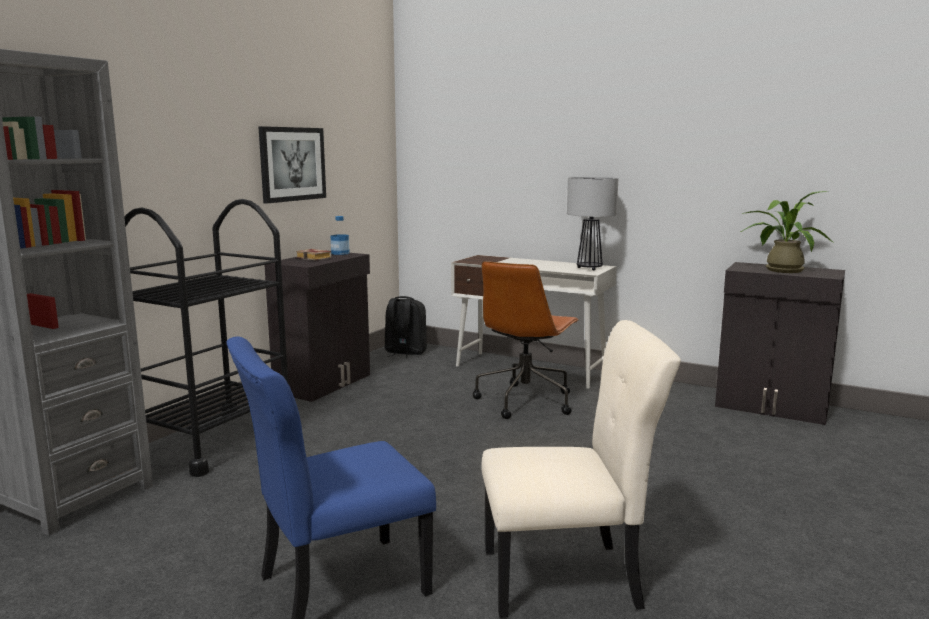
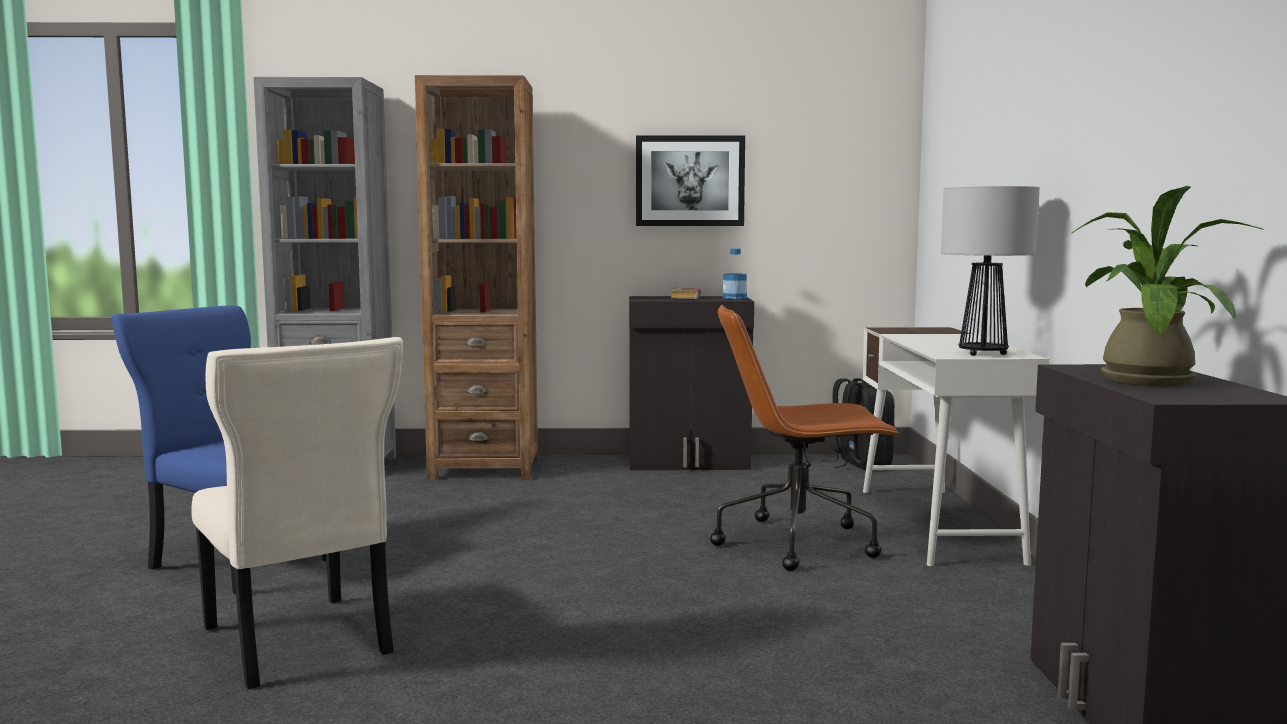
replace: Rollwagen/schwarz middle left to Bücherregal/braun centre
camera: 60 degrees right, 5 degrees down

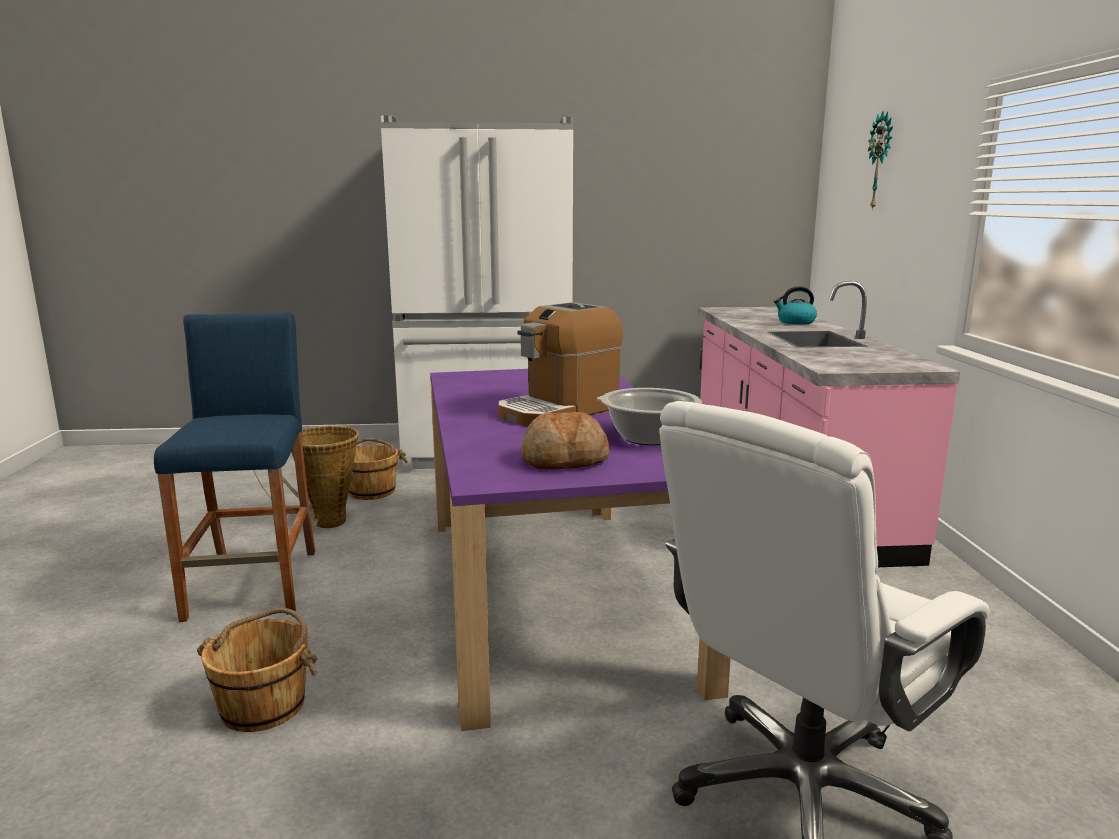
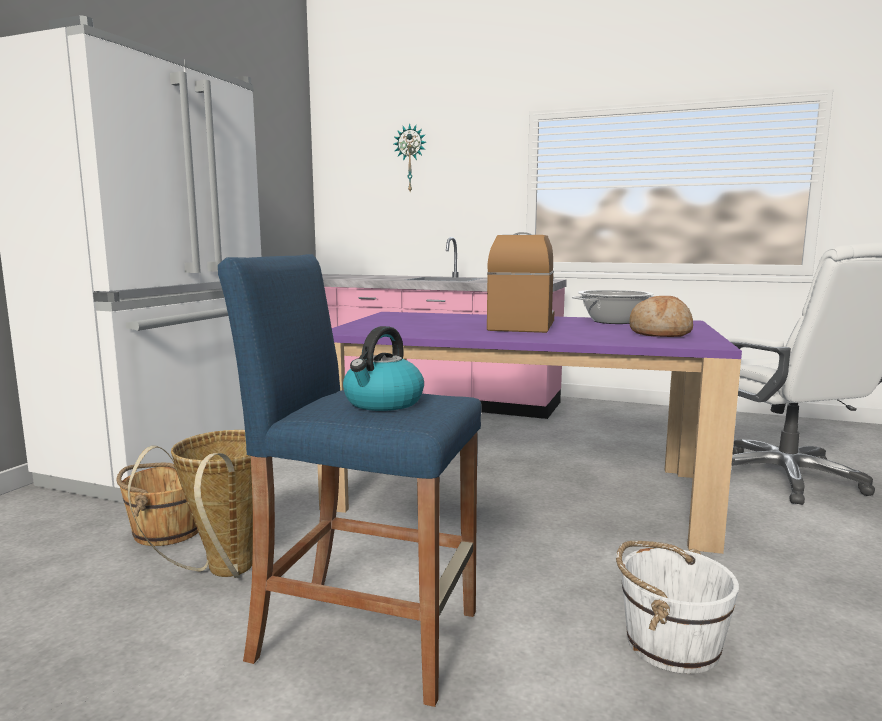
move: Wasserkessel middle right to centre
recolor: Eimer/braun (1st from left) bottom left to Eimer/weiß bottom right
rotate: Kaffeemaschine centre = centre 150 degrees counterclockwise
camera: 65 degrees left, 5 degrees down

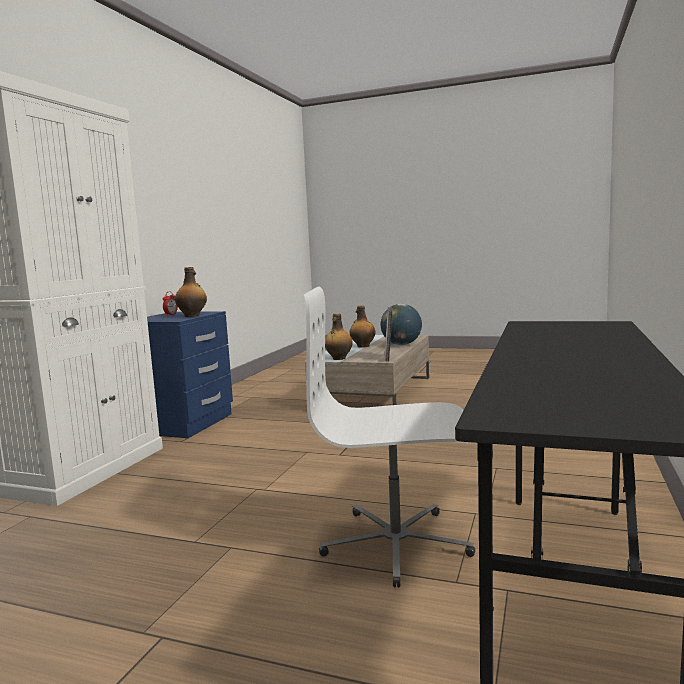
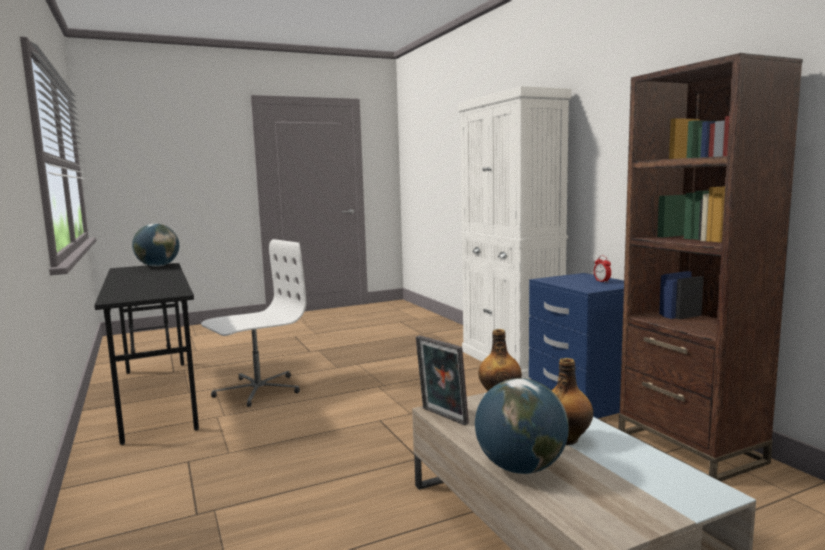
delete: Flasche (1st from left) middle left
insert: Globus (1st from left) middle left; Bücherregal/braun middle right
camera: 135 degrees right, 0 degrees up

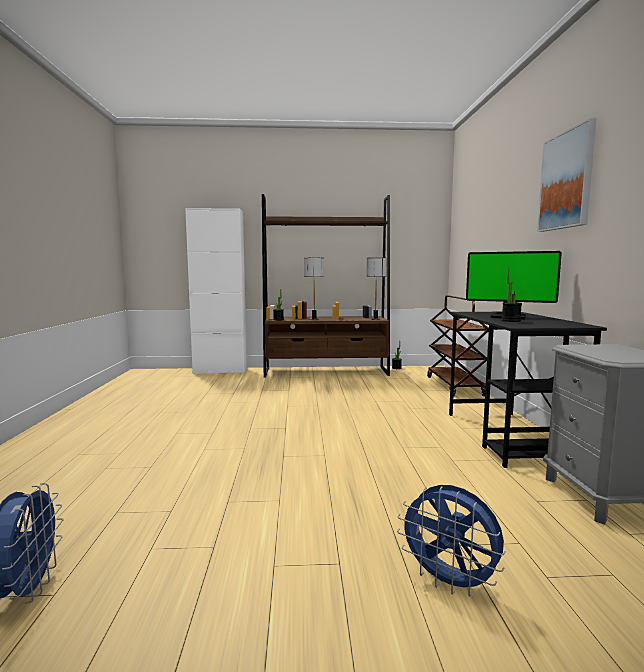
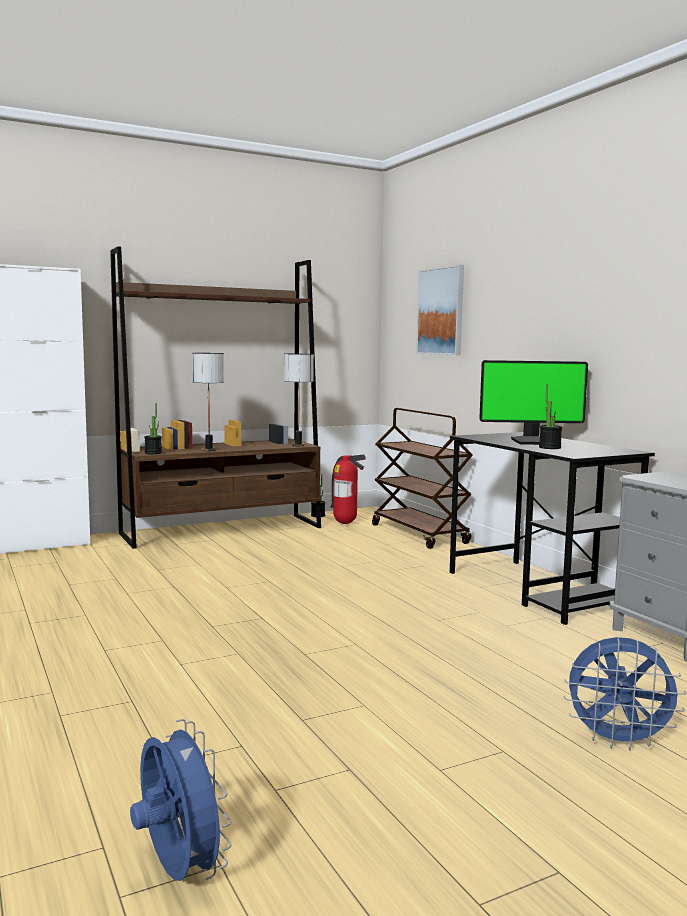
insert: Feuerlöscher centre
move: Bild top right to centre
camera: 25 degrees left, 0 degrees up

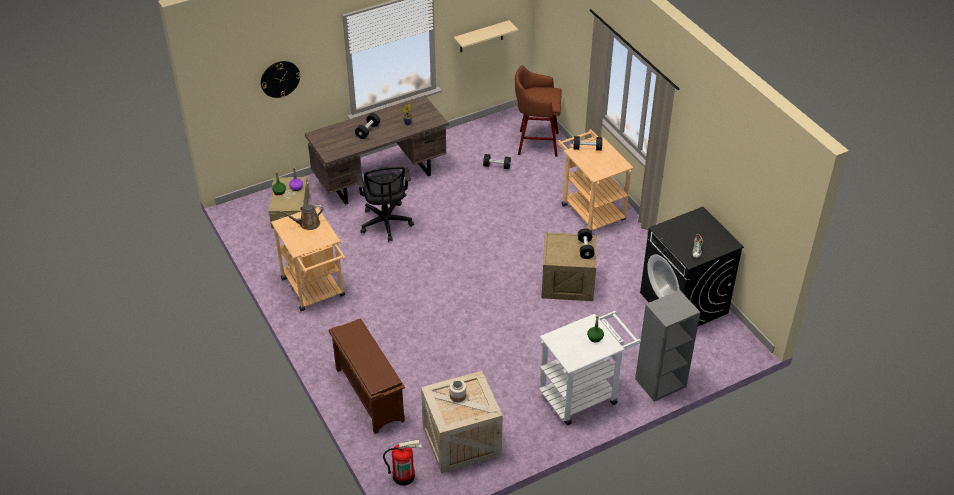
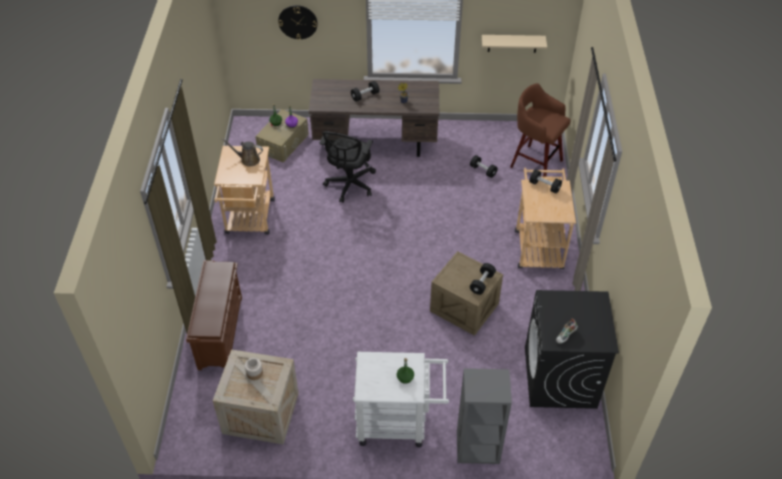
delete: Feuerlöscher bottom centre
camera: 30 degrees right, 5 degrees up

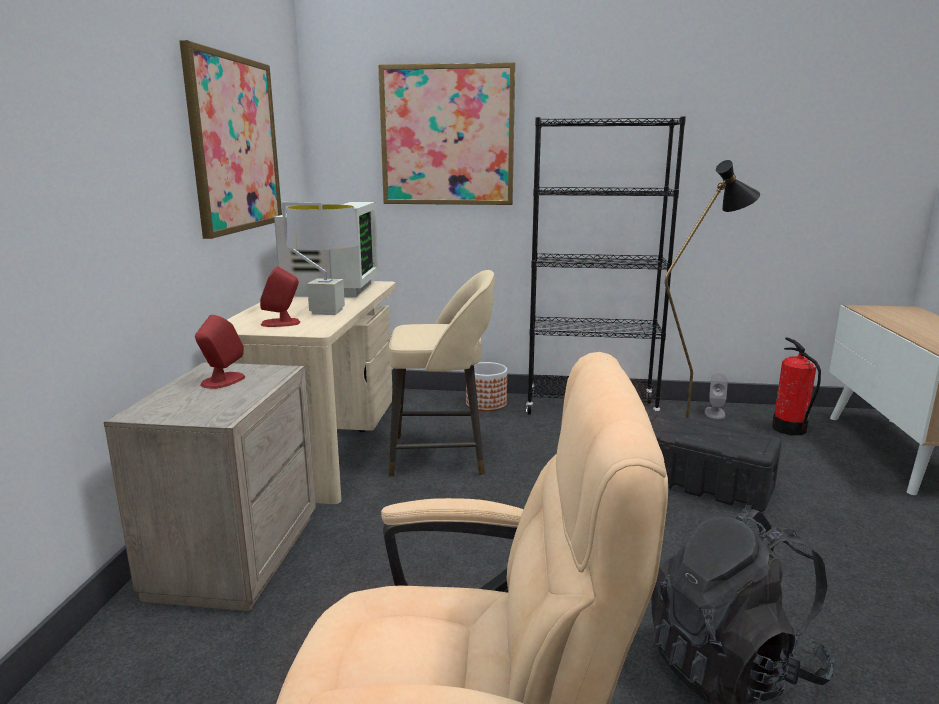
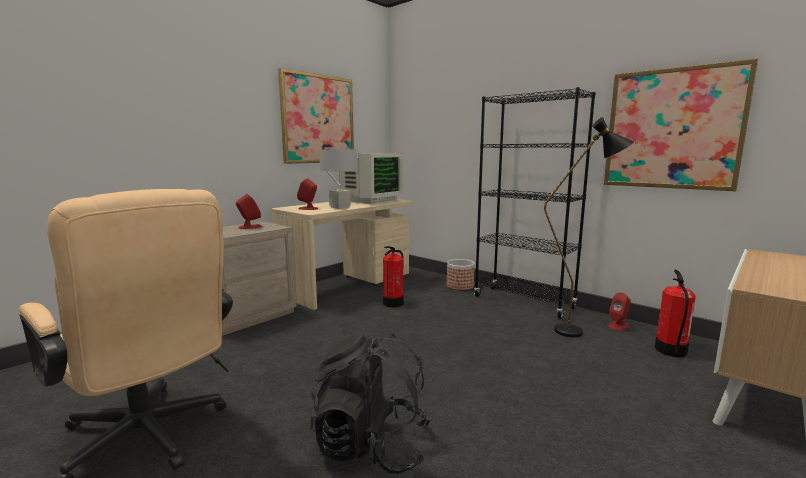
delete: Aufbewahrungsbox/schwarz middle right
move: Bild (2nd from left) top centre to top right
replace: Hocker/beige centre to Feuerlöscher (1st from left) centre
recolor: Lautsprecher/grau middle right to Lautsprecher/rot (3rd from left) middle right
camera: 35 degrees right, 5 degrees down

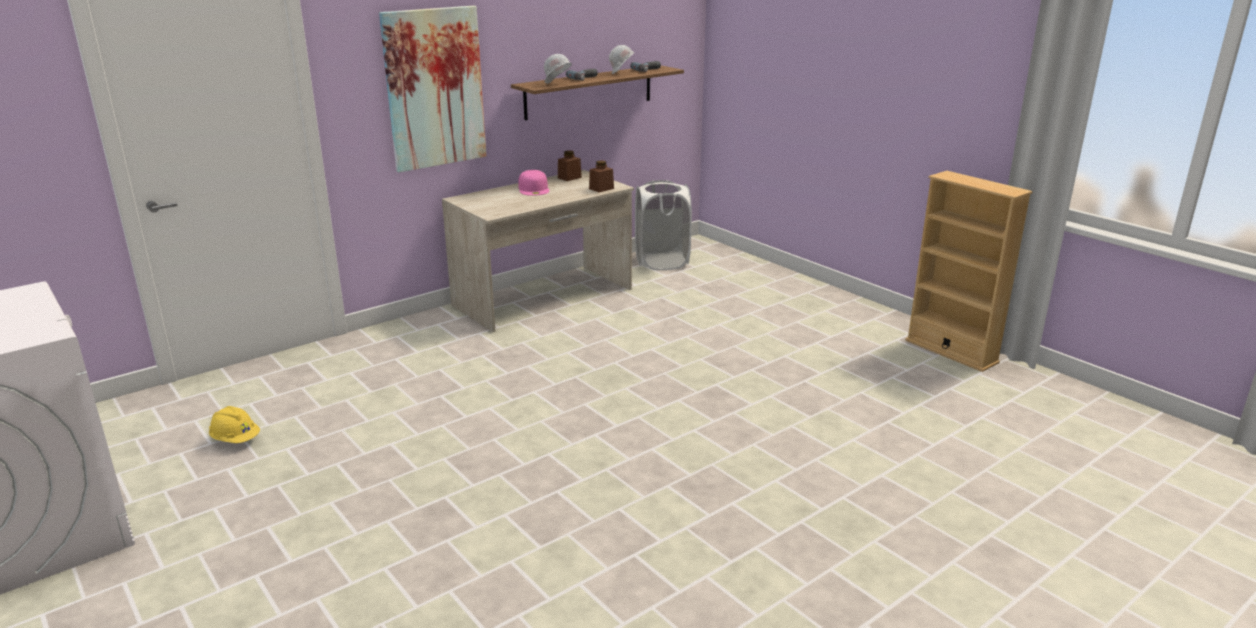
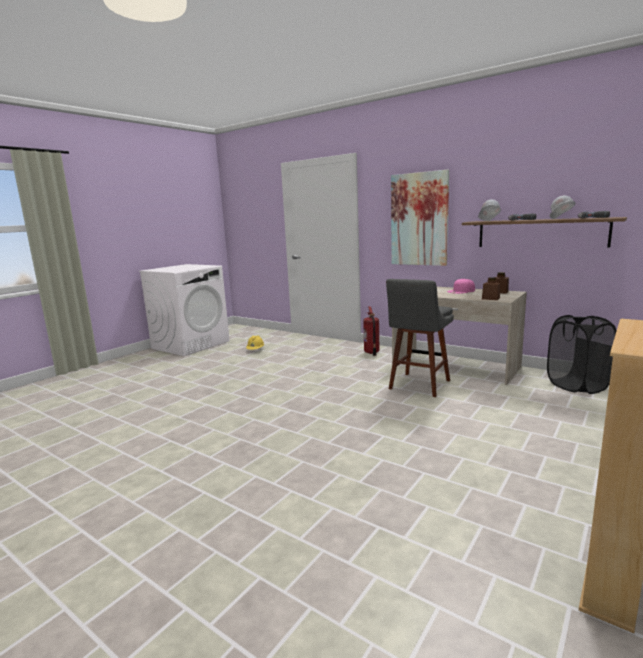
insert: Feuerlöscher centre; Hocker/grau centre
recolor: Wäschekorb/weiß centre to Wäschekorb/schwarz middle right
camera: 75 degrees right, 10 degrees down

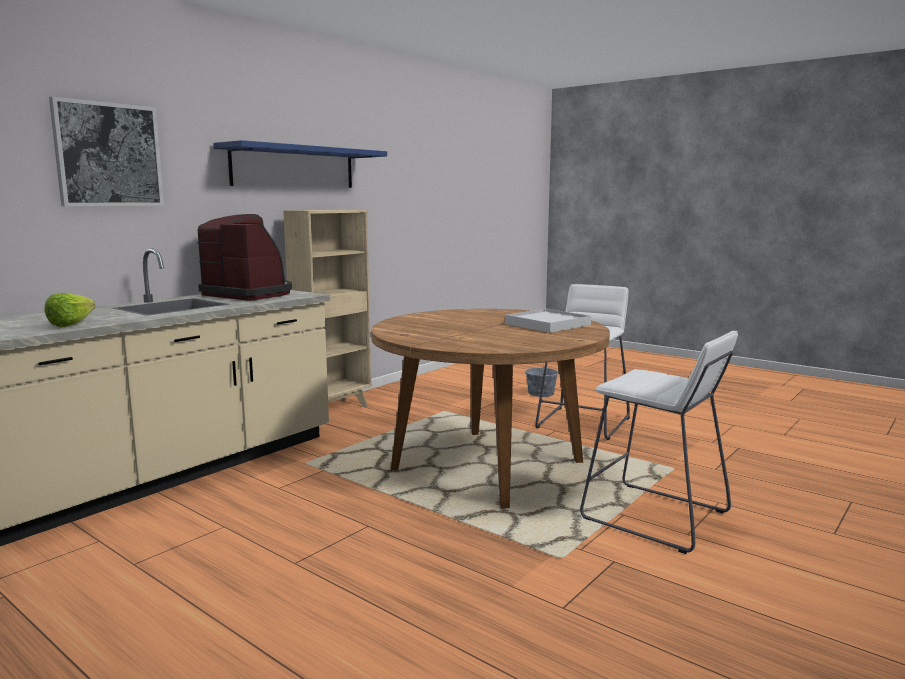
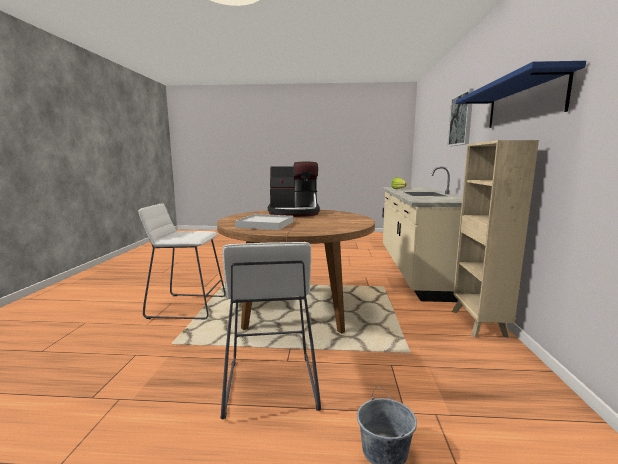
move: Kaffeemaschine middle left to centre
camera: 145 degrees right, 0 degrees up

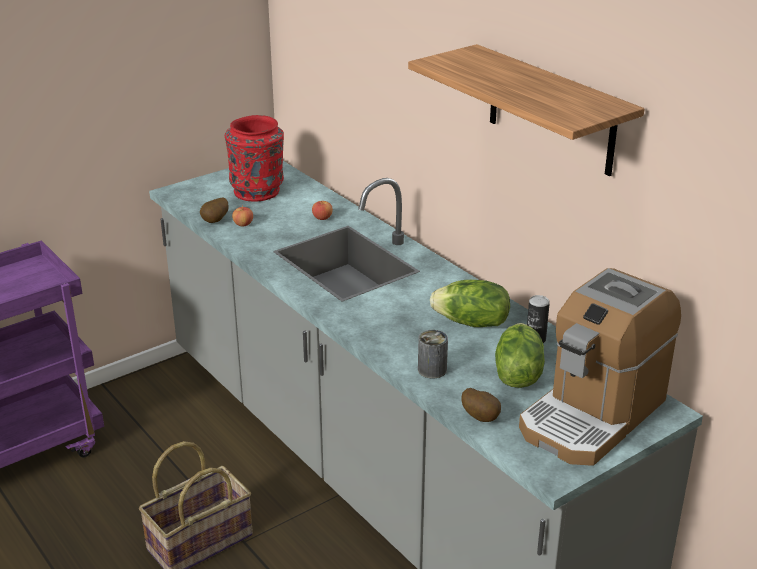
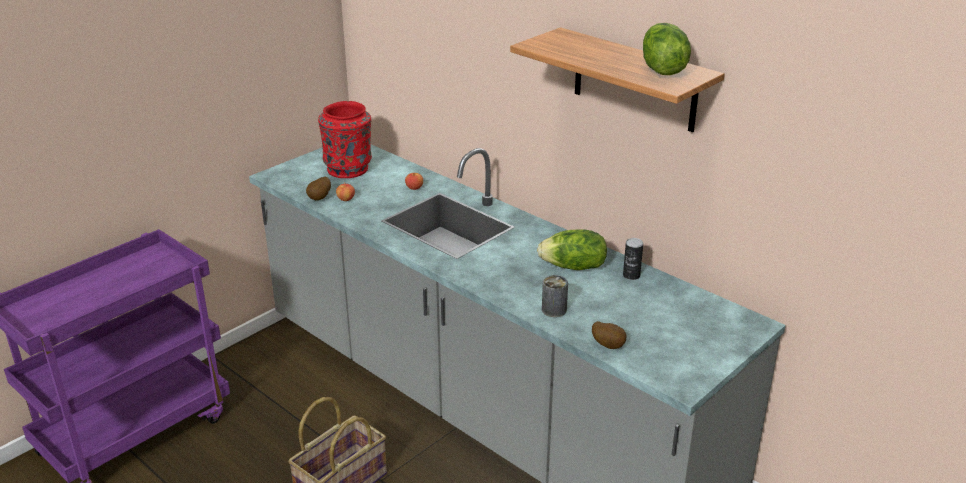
delete: Kaffeemaschine middle right
move: Salatkopf (2nd from left) middle right to top right
camera: 10 degrees left, 0 degrees up

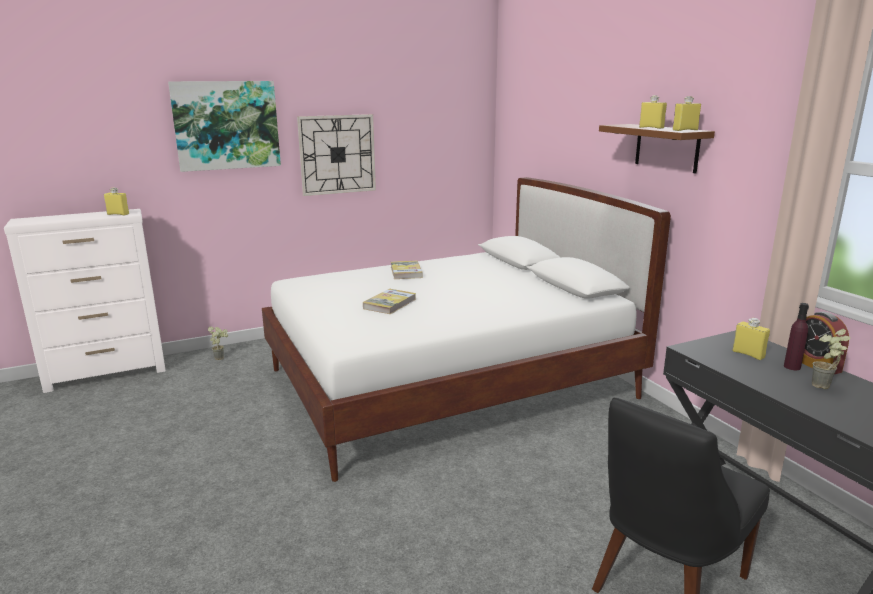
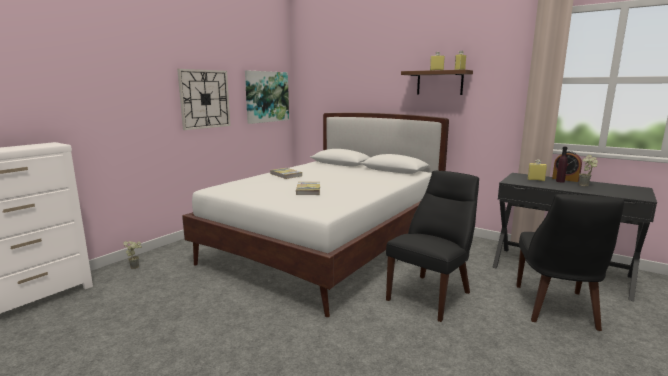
delete: Flasche/gelb (1st from left) middle left
insert: Stuhl/schwarz (1st from left) centre
move: Bild top left to top centre
camera: 30 degrees left, 5 degrees down

